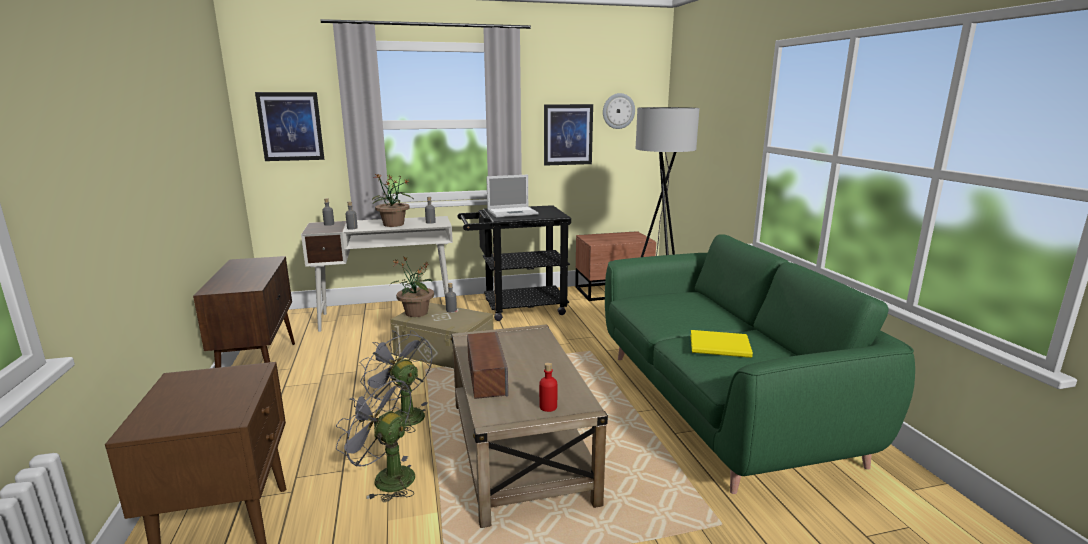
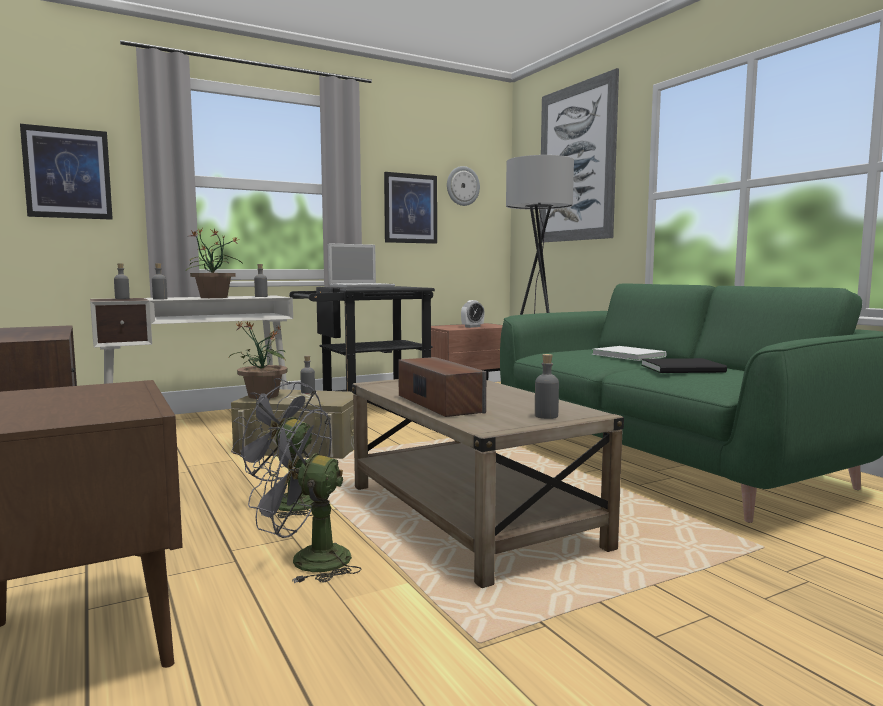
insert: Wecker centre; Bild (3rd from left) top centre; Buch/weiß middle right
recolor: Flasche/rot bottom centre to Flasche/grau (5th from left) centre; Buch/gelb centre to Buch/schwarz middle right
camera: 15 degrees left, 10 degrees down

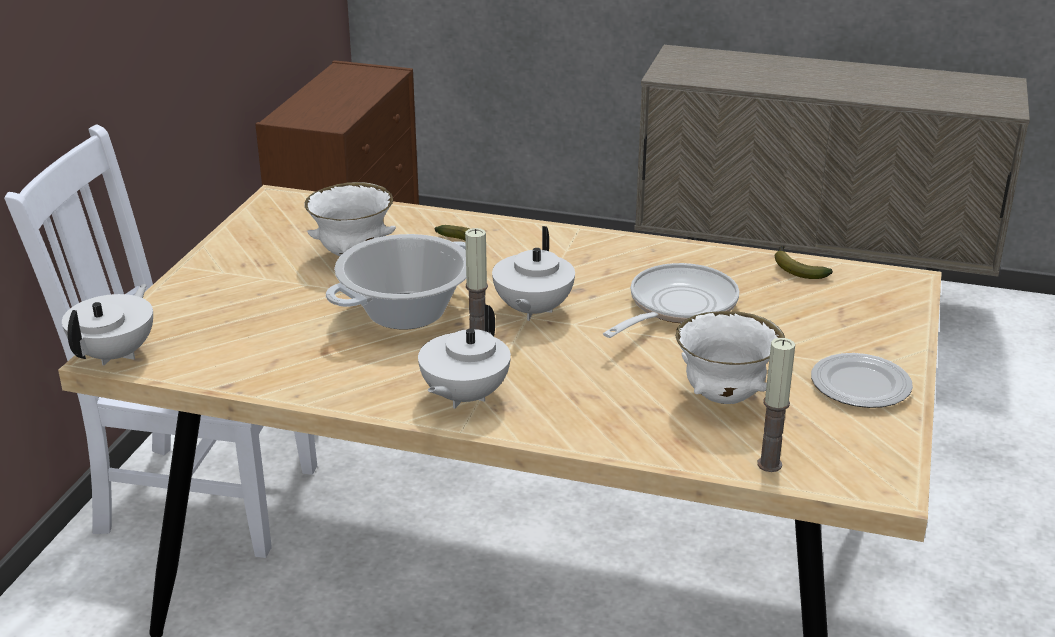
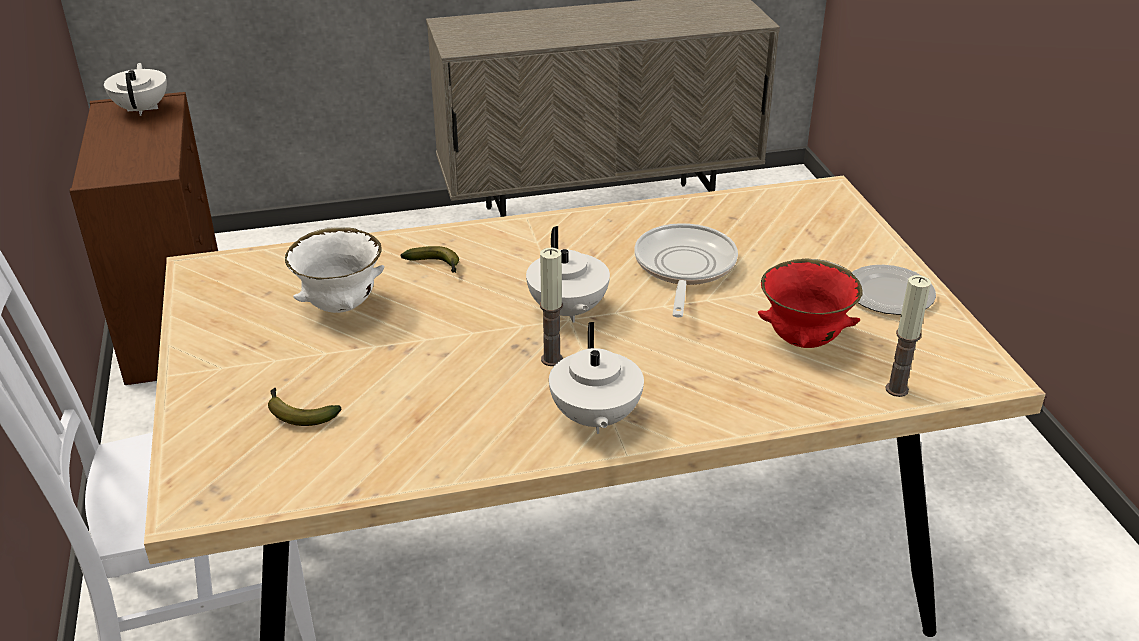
delete: Kochtopf centre
move: Teekanne/weiß (1st from left) middle left to top left; Banane (2nd from left in the first image) middle right to Banane (1st from left) middle left
recolor: Schüssel/weiß (2nd from left) middle right to Schüssel/rot middle right
camera: 30 degrees left, 5 degrees up

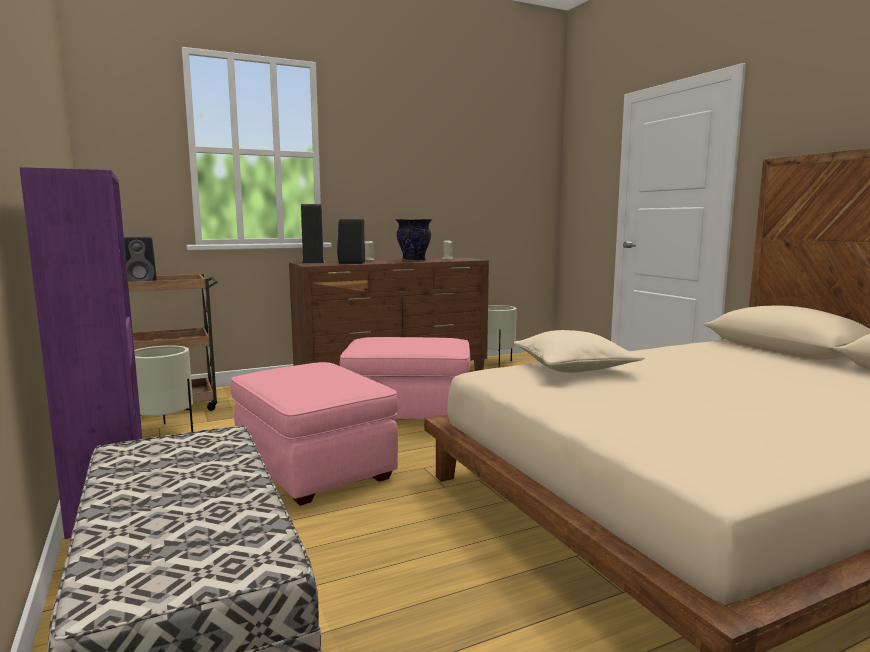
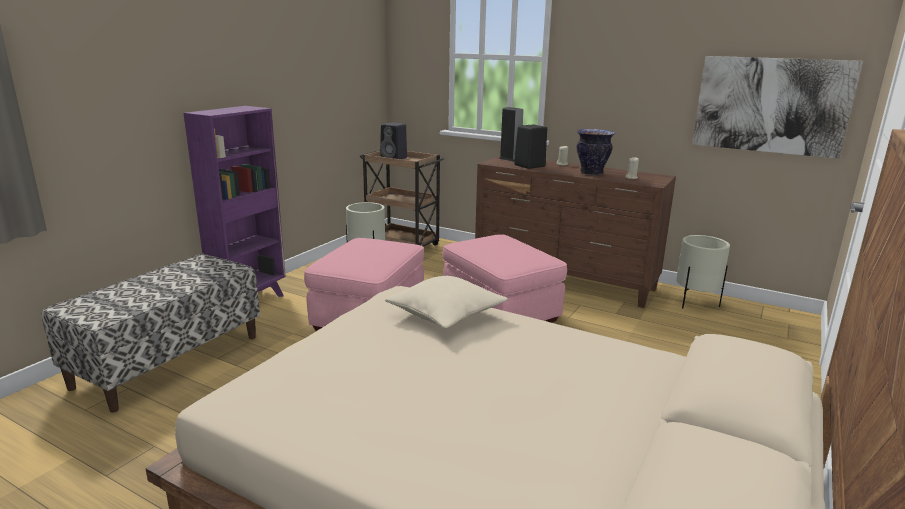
insert: Bild top right
camera: 55 degrees right, 10 degrees up

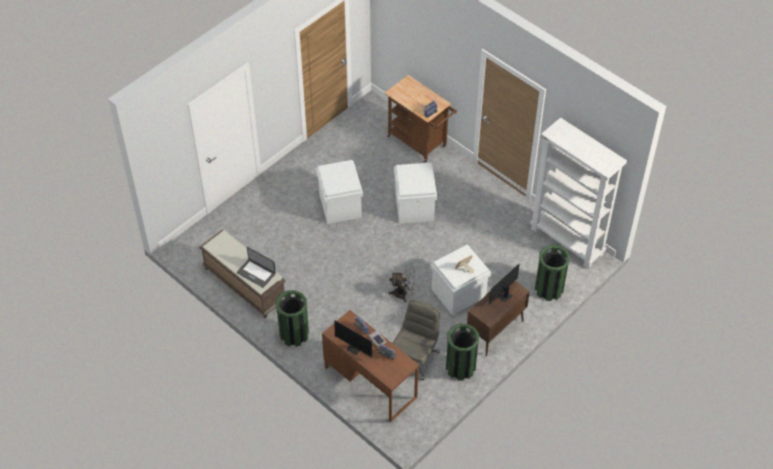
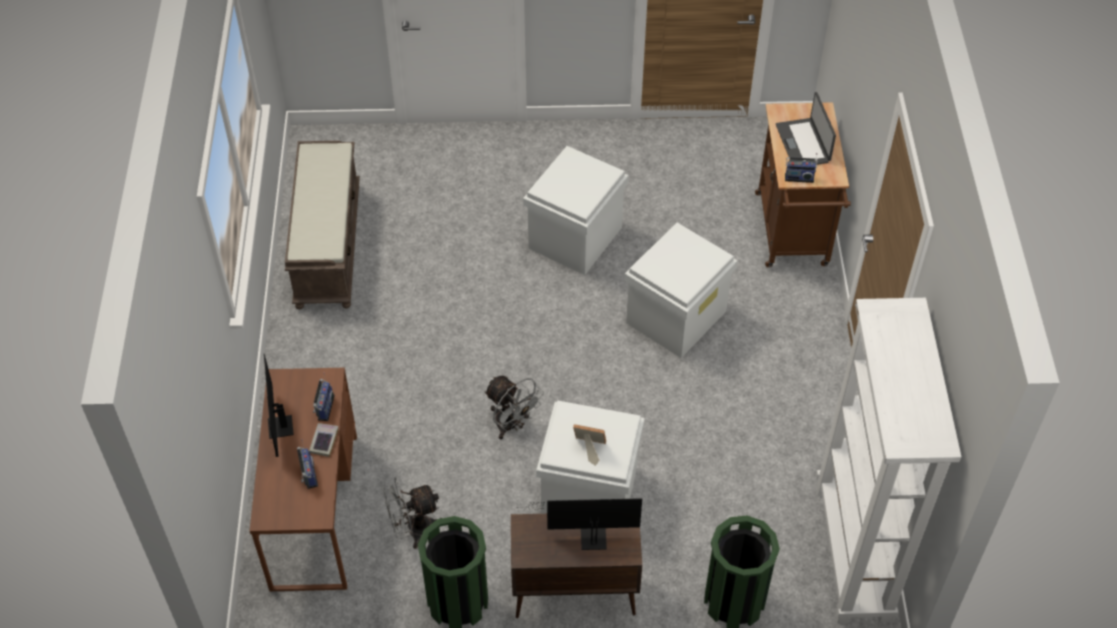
delete: Mülleimer/grün (1st from left) bottom centre
move: Laptop middle left to top right
replace: Bürostuhl/grau bottom centre to Ventilator/grau (1st from left) bottom centre
camera: 45 degrees right, 0 degrees up

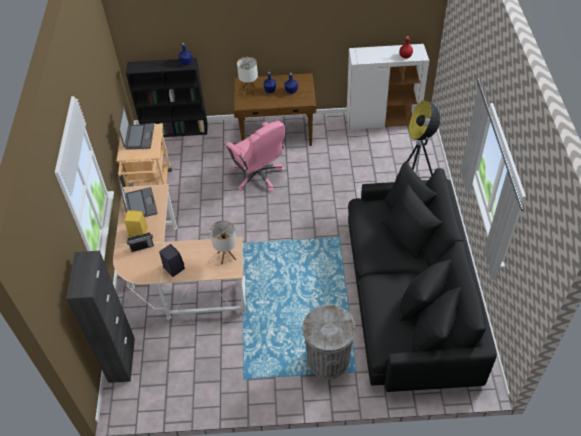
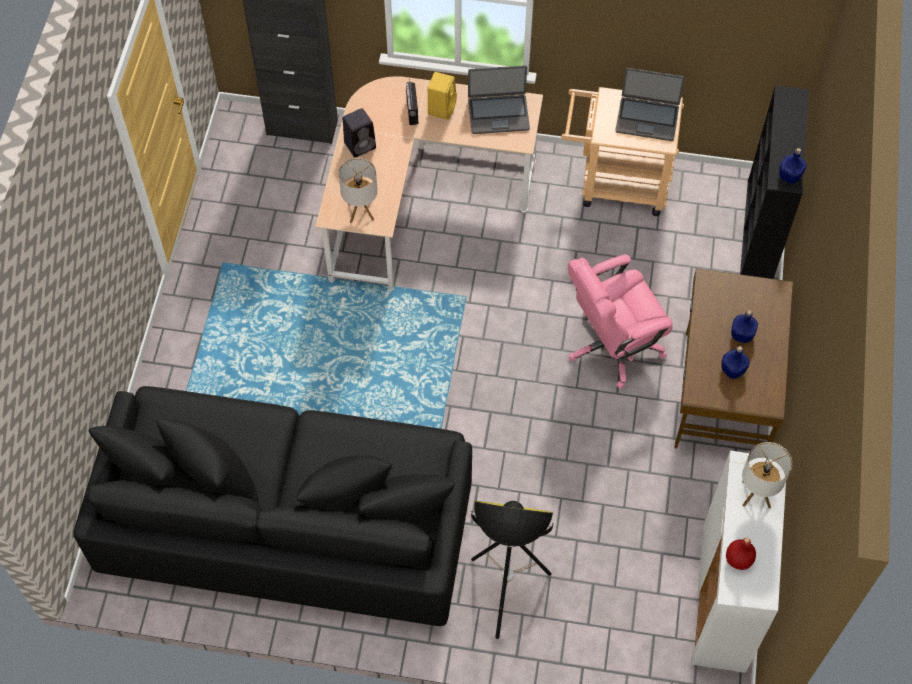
delete: Mülleimer/grau bottom centre
move: Tischlampe (2nd from left) top centre to bottom right
camera: 100 degrees right, 10 degrees up

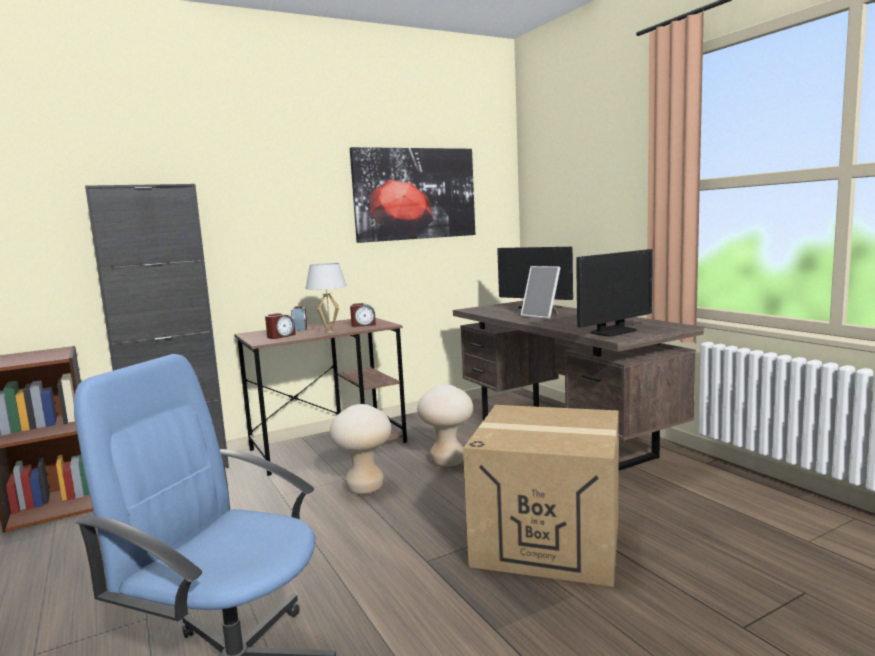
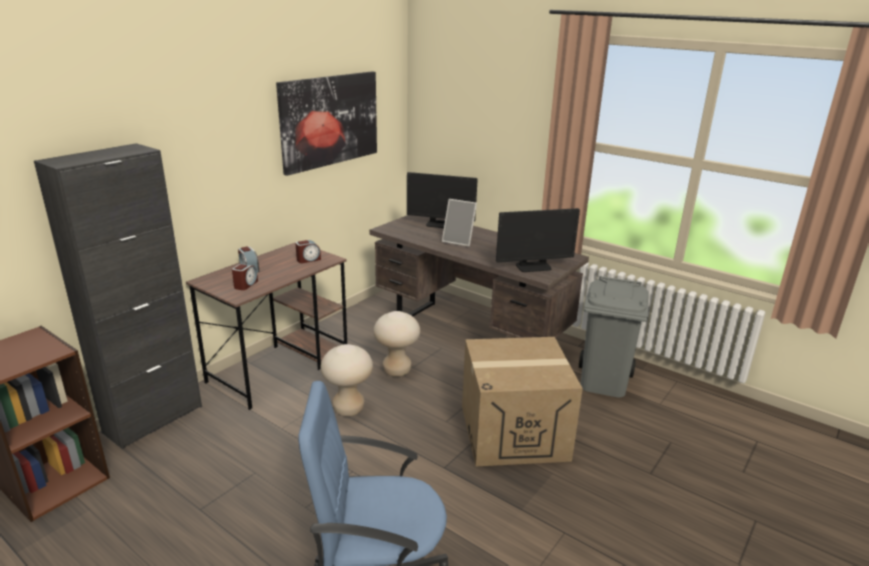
delete: Tischlampe/weiß centre
insert: Mülleimer/grau middle right
rotate: Monitor (2nd from left) middle right = centre 45 degrees clockwise
camera: 25 degrees left, 15 degrees up

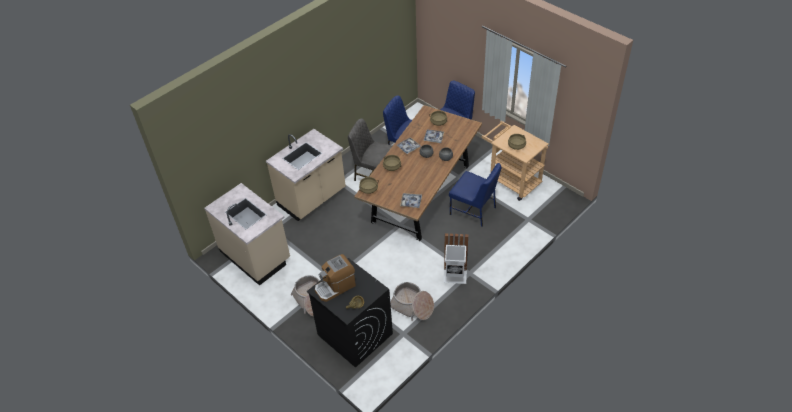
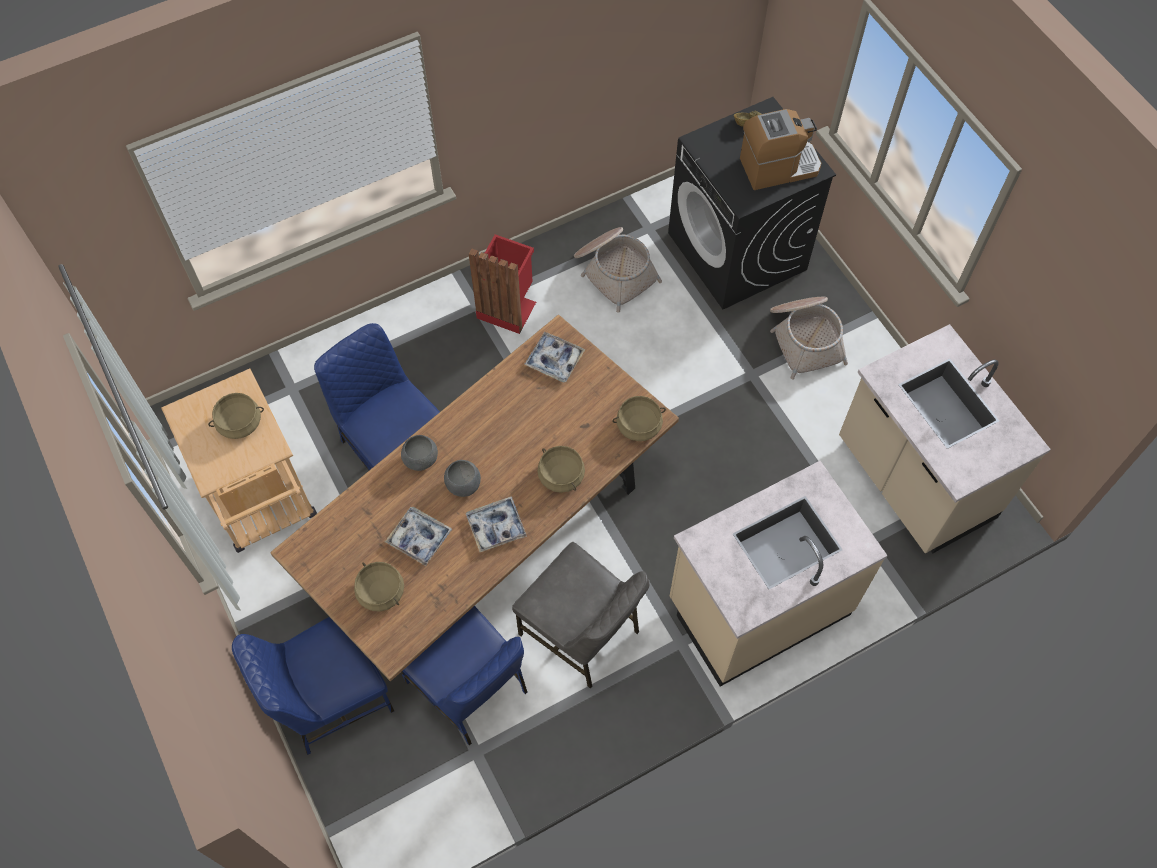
recolor: Mülleimer/weiß centre to Mülleimer/rot top centre
camera: 165 degrees left, 15 degrees up

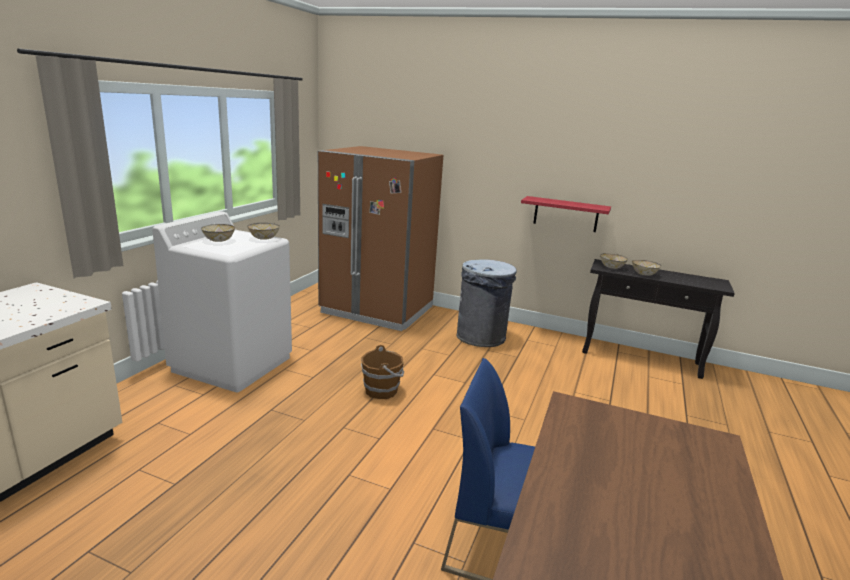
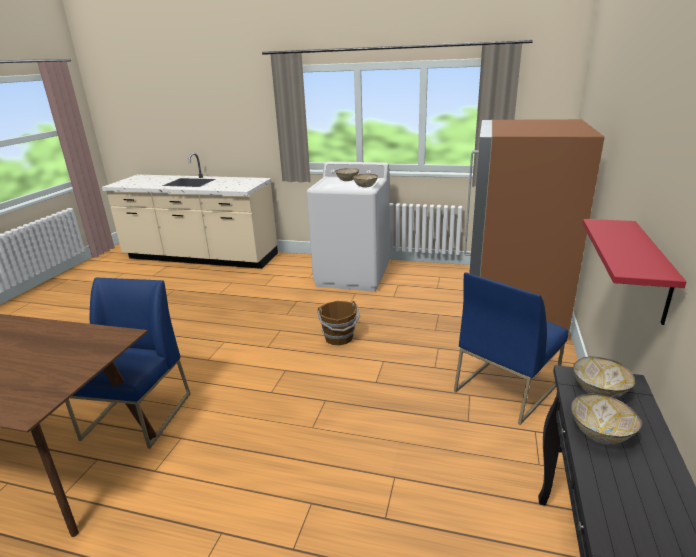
replace: Mülleimer/grau centre to Stuhl/blau (2nd from left) middle right
camera: 85 degrees right, 5 degrees up

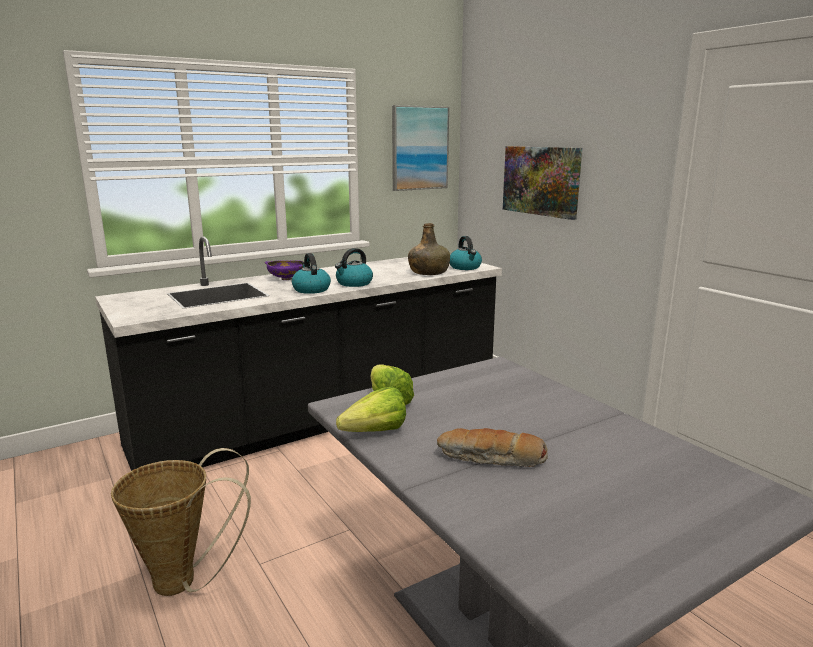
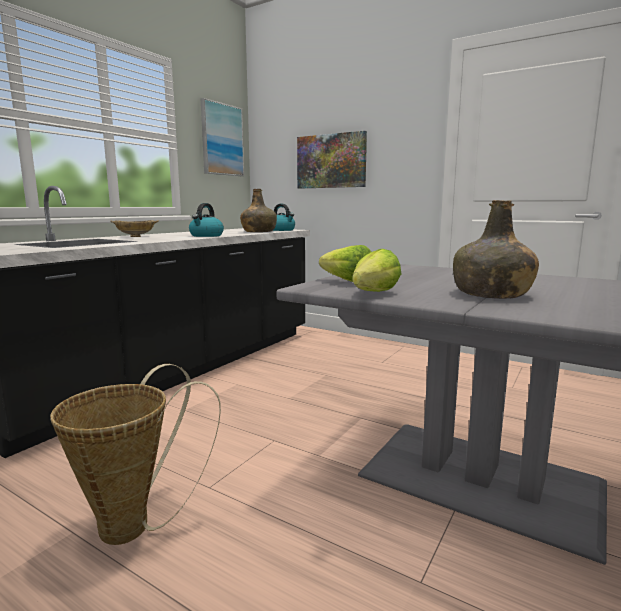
delete: Wasserkessel (1st from left) centre
replace: Brot bottom centre to Flasche/grün (2nd from left) middle right
recolor: Schüssel/lila centre to Schüssel/beige middle left
camera: 25 degrees left, 5 degrees down

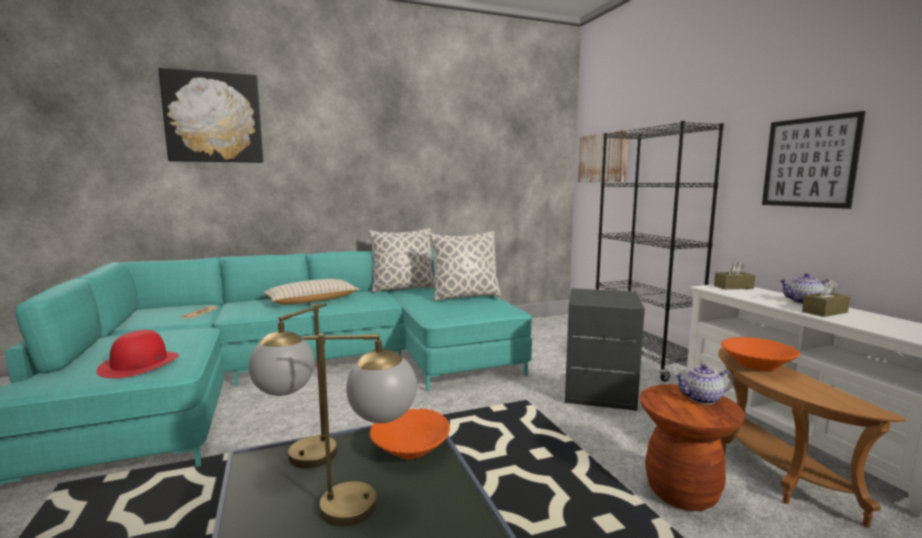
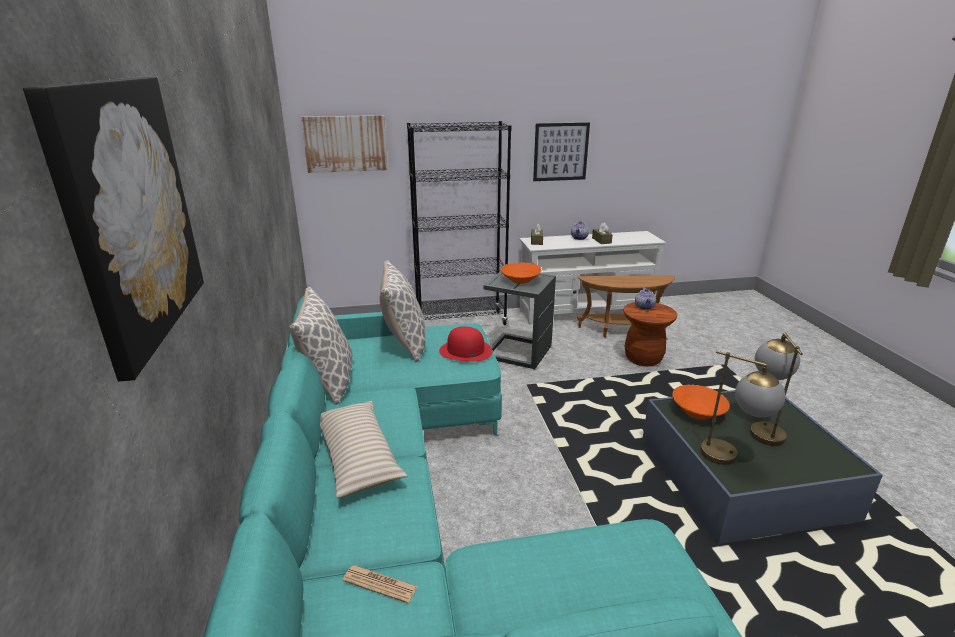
move: Hut/rot middle left to centre; Schüssel/orange (2nd from left in the first image) middle right to Schüssel/orange (1st from left) centre
camera: 80 degrees left, 15 degrees up

